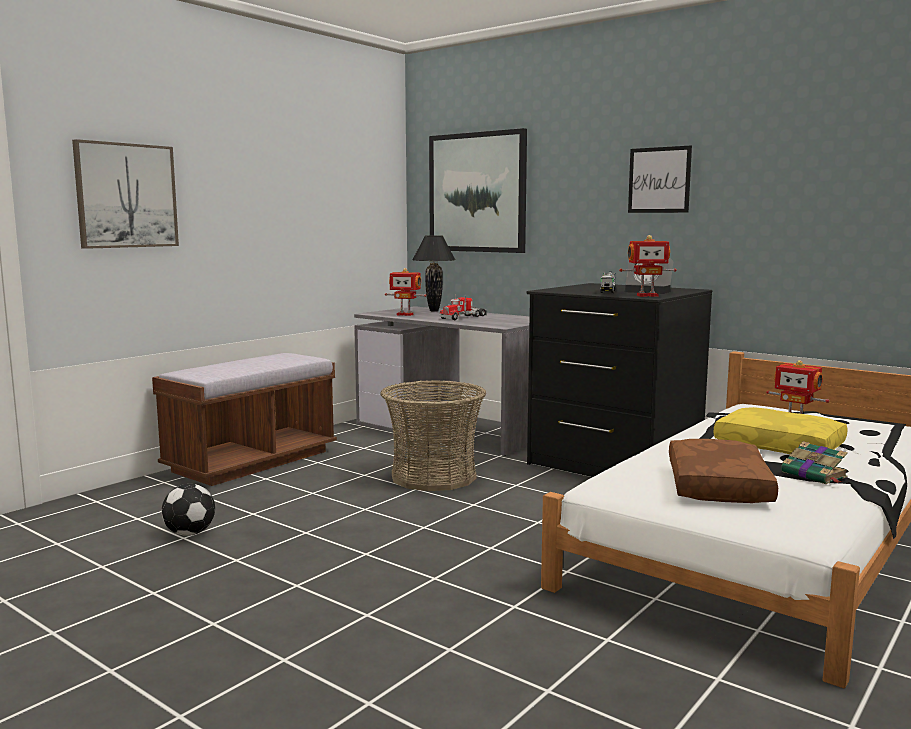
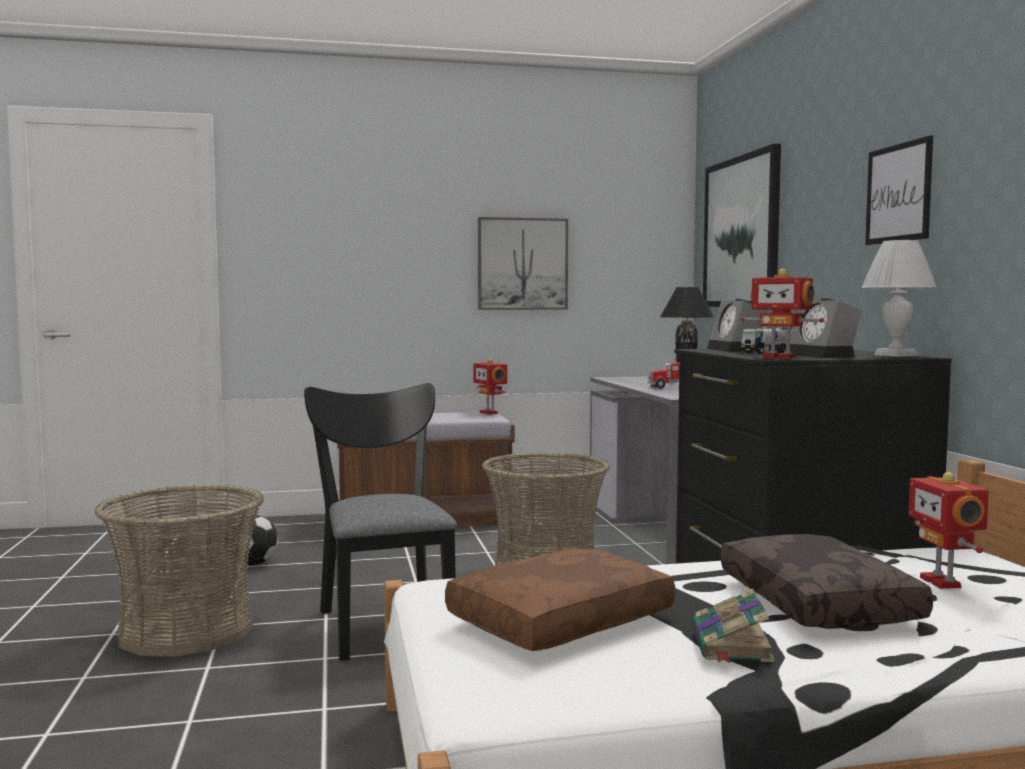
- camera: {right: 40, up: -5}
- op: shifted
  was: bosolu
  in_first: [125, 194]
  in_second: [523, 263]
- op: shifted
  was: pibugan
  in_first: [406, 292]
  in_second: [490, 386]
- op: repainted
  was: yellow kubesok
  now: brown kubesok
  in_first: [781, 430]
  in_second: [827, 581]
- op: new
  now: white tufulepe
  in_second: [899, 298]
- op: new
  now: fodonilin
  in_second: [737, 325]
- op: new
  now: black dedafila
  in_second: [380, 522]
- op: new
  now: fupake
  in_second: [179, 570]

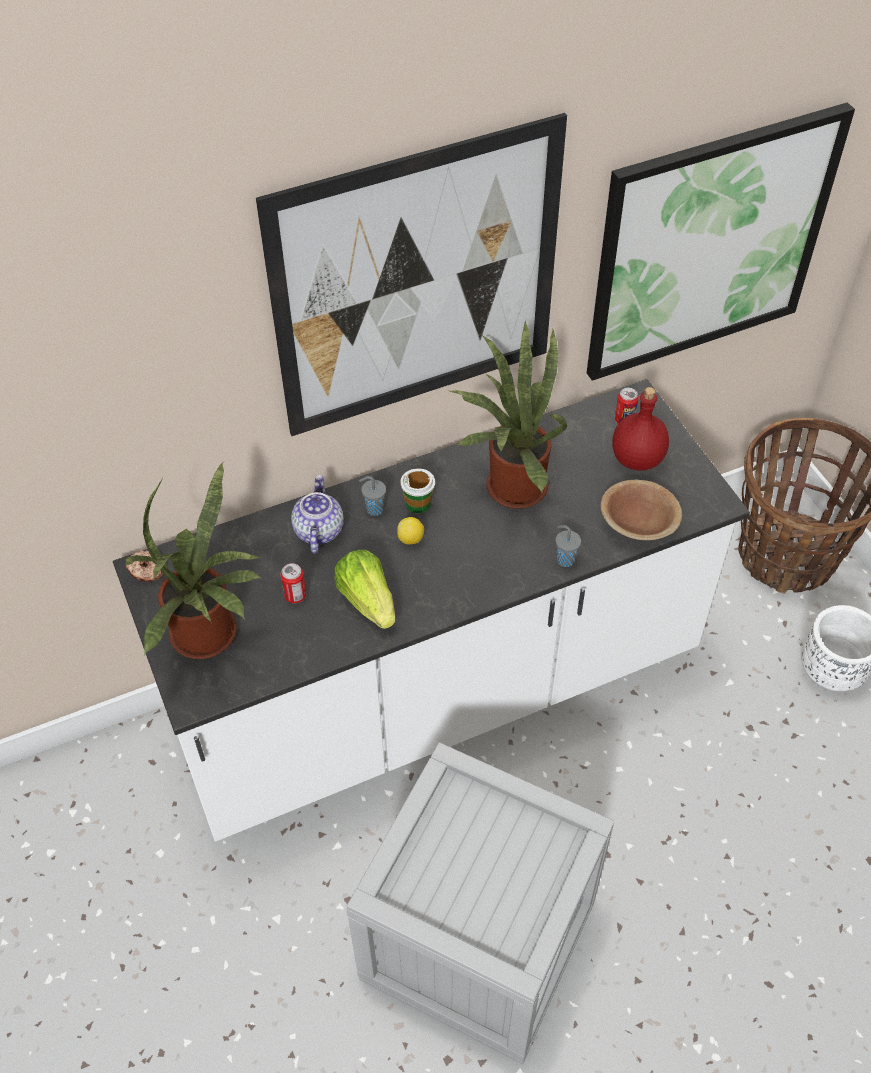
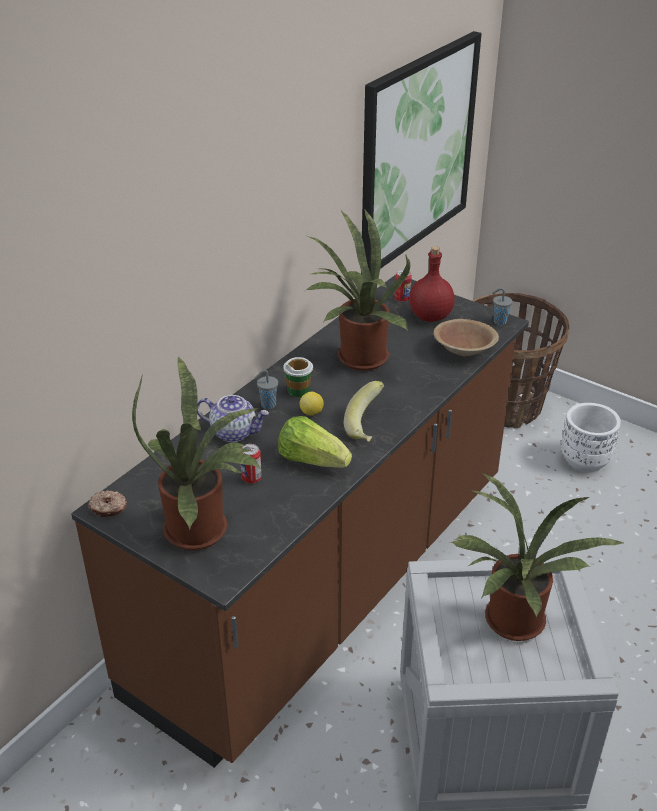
- camera: {right: -30, up: -15}
- op: gone
  was: bosolu
  in_first: [411, 274]
- op: repainted
  was: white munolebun
  now: brown munolebun
  in_first: [431, 610]
  in_second: [300, 521]
- op: rotated
  was: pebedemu
  in_first: [317, 514]
  in_second: [233, 418]
  clockwise: 135
- op: shifted
  was: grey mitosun
  in_first: [568, 546]
  in_second: [502, 306]
- op: new
  now: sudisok
  in_second: [364, 411]
- op: new
  now: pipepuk
  in_second: [537, 557]

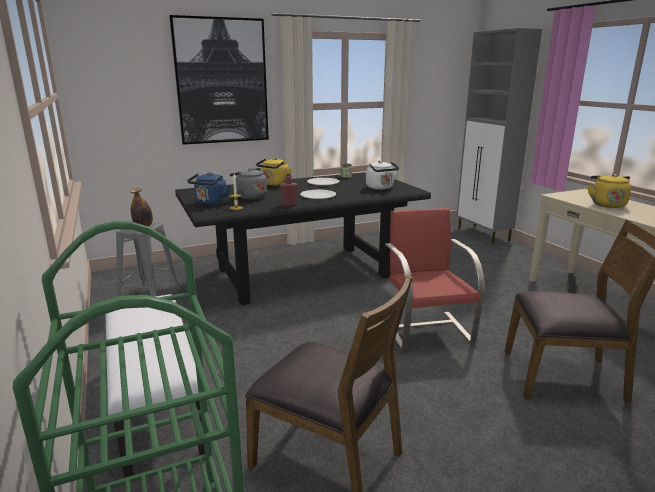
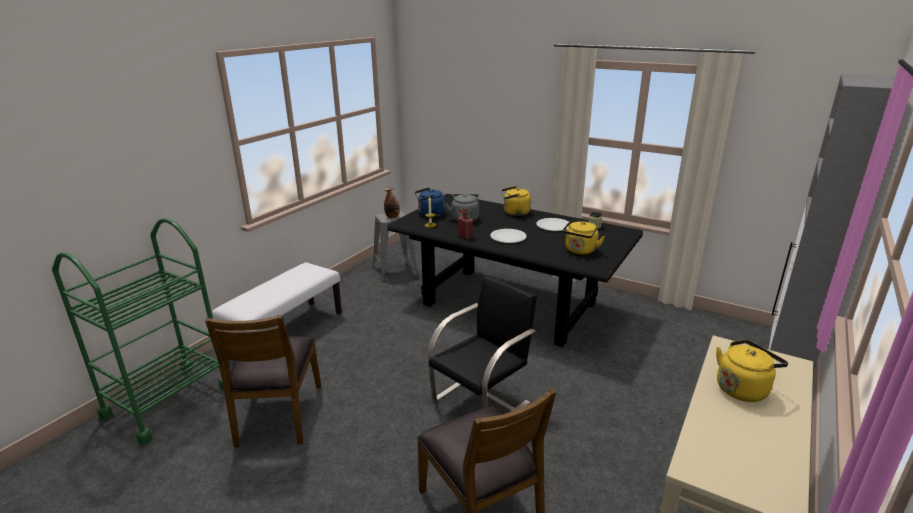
- camera: {right: 55, up: 5}
- op: gone
  was: bosolu
  in_first: [219, 80]
- op: repainted
  was: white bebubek
  now: yellow bebubek
  in_first: [382, 175]
  in_second: [584, 238]
- op: repainted
  was: red dedafila
  now: black dedafila
  in_first: [435, 279]
  in_second: [482, 343]

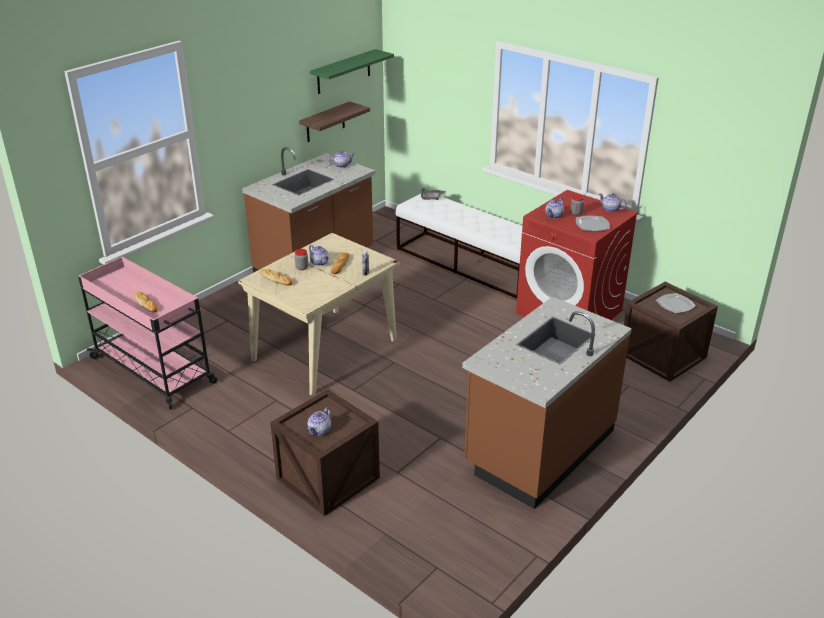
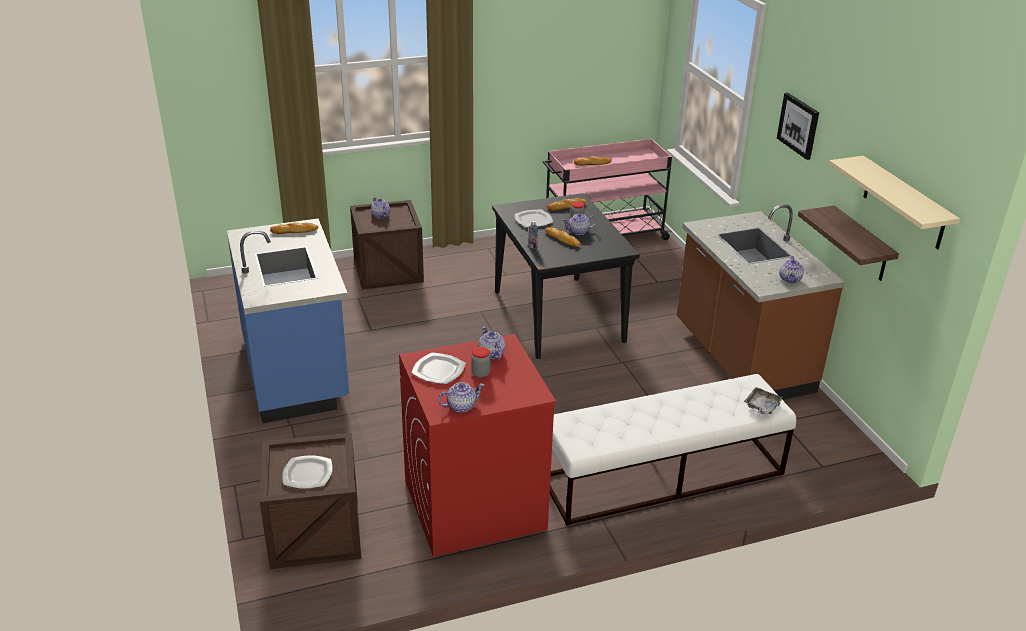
- camera: {right: 120, up: 0}
- op: repainted
  was: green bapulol
  now: beige bapulol
  in_first: [352, 71]
  in_second: [894, 203]
- op: repainted
  was: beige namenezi
  now: black namenezi
  in_first: [319, 314]
  in_second: [566, 276]
- op: repainted
  was: brown munolebun
  now: blue munolebun
  in_first: [547, 403]
  in_second: [288, 321]
- op: new
  now: bosolu
  in_second: [798, 126]
- op: new
  now: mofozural
  in_second: [533, 218]
- op: new
  now: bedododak
  in_second: [294, 228]

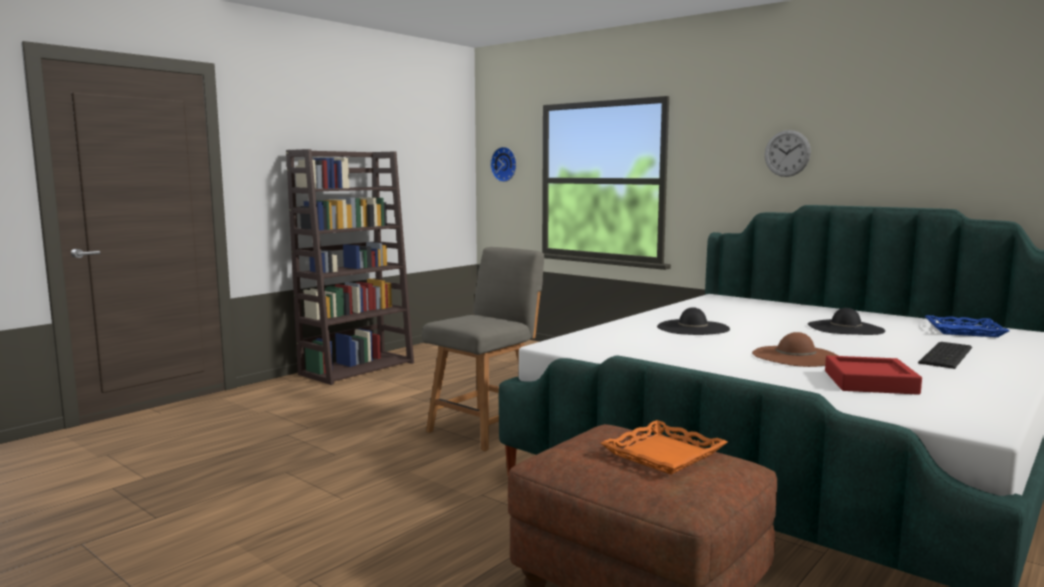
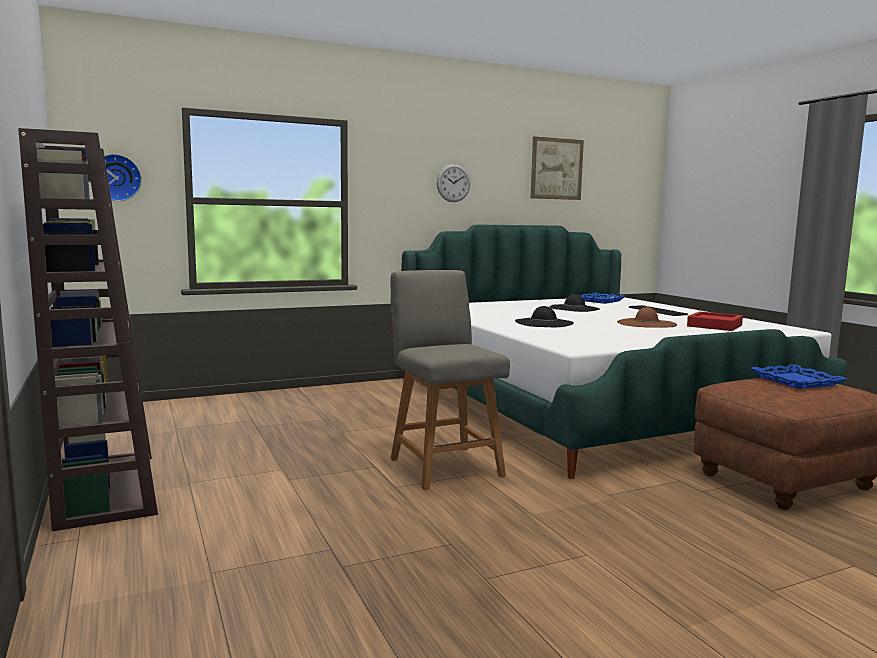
- camera: {right: -65, up: 0}
- op: repainted
  was: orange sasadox
  now: blue sasadox
  in_first: [664, 447]
  in_second: [798, 376]
- op: new
  now: bosolu
  in_second: [557, 168]

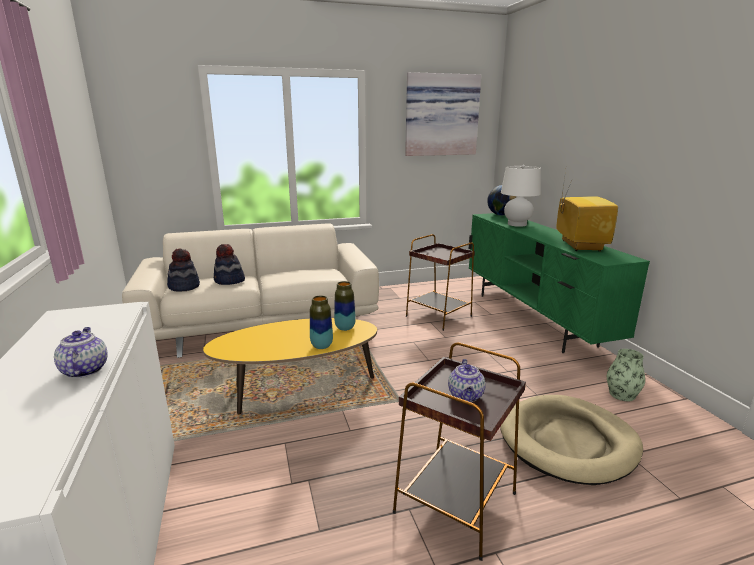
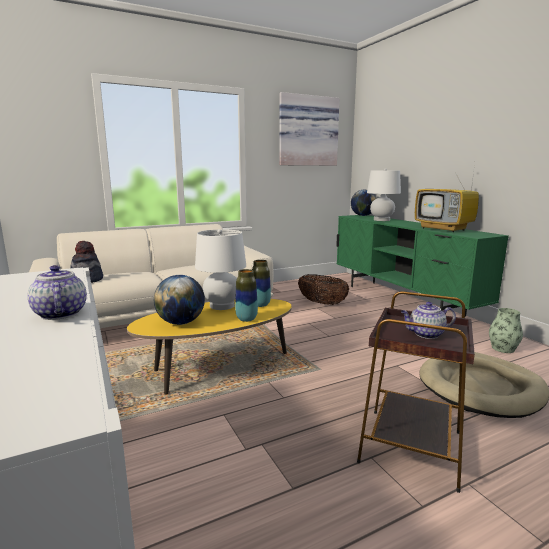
- camera: {right: -10, up: -5}
- op: rotated
  was: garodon
  in_first: [587, 211]
  in_second: [447, 198]
  clockwise: 150
- op: swapped
  was: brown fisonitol
  now: fupake
  in_first: [440, 282]
  in_second: [323, 289]
- op: gone
  was: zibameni
  in_first: [229, 264]
- op: rotated
  was: pebedemu
  in_first: [466, 380]
  in_second: [428, 320]
  clockwise: 90
- op: new
  now: white tufulepe
  in_second: [220, 269]
- op: new
  now: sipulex
  in_second: [179, 300]

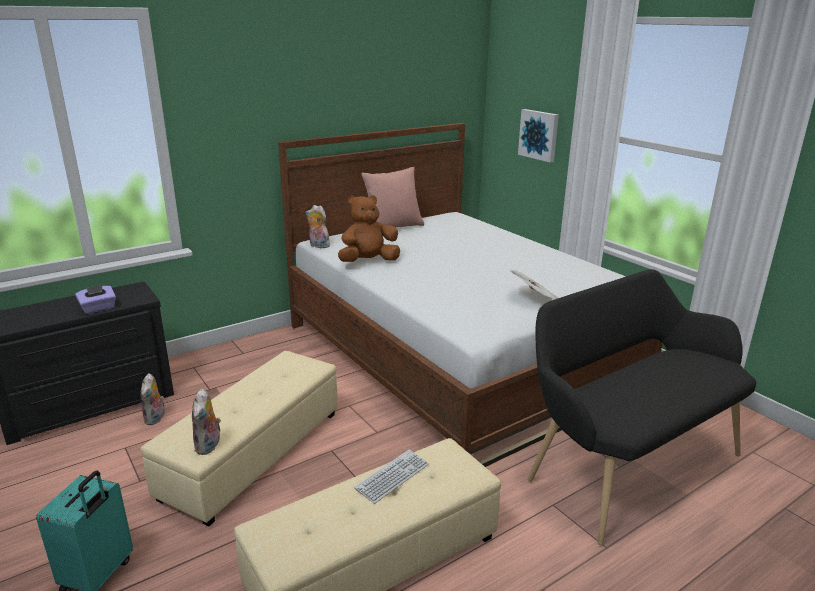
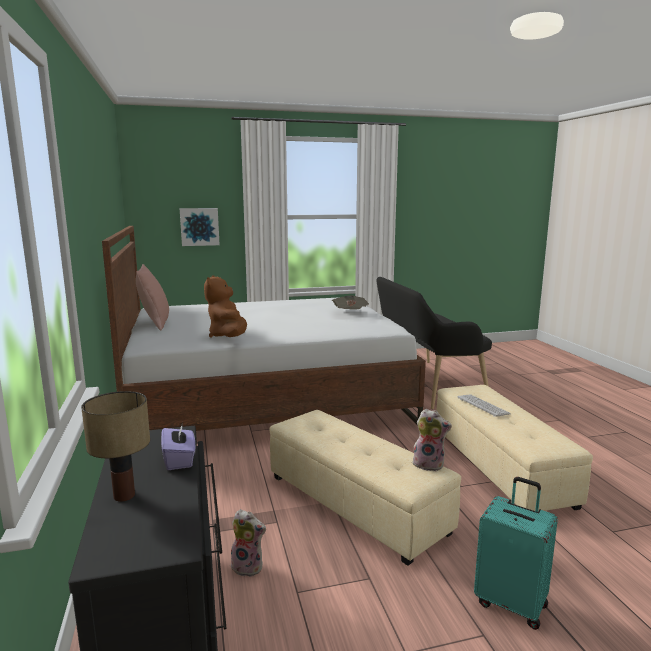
- camera: {right: -70, up: -10}
- op: gone
  was: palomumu
  in_first: [319, 226]
- op: new
  now: tufulepe
  in_second: [115, 446]

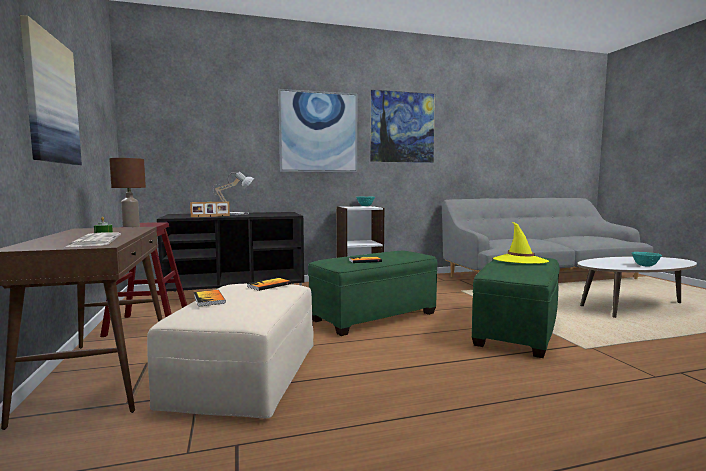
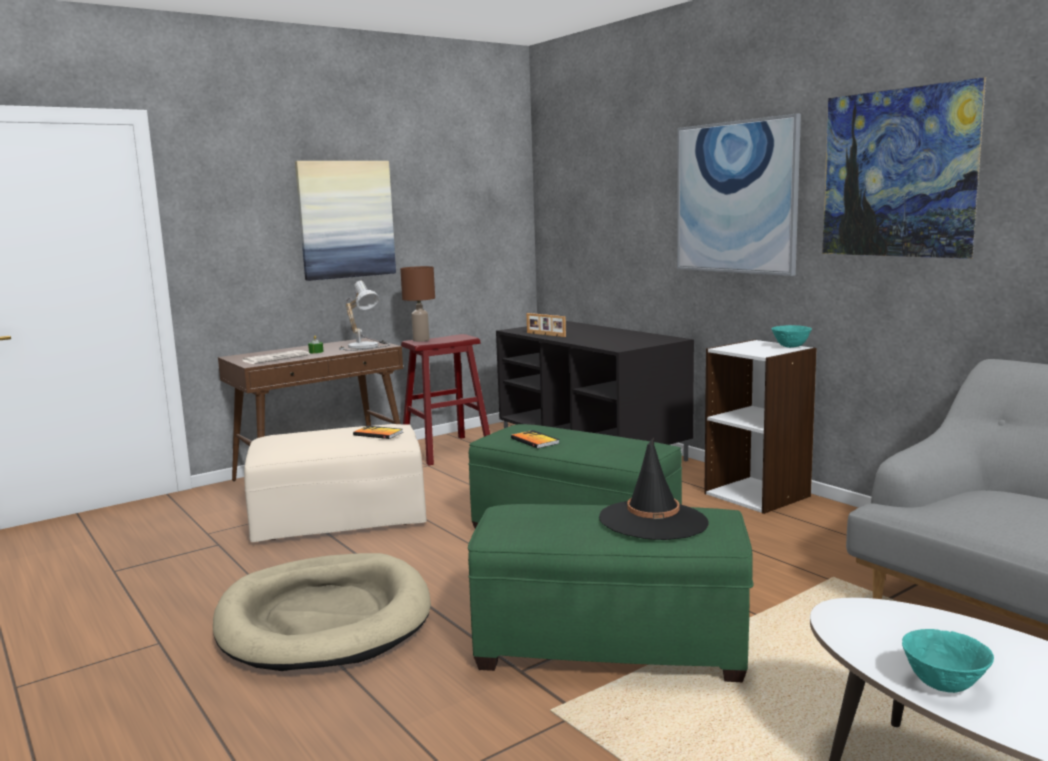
- camera: {right: 70, up: 5}
- op: shifted
  was: tufulepe
  in_first: [233, 193]
  in_second: [365, 316]
- op: repainted
  was: yellow zibameni
  now: black zibameni
  in_first: [521, 243]
  in_second: [654, 488]
- op: gone
  was: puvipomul
  in_first: [210, 298]
- op: new
  now: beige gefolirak
  in_second: [322, 612]

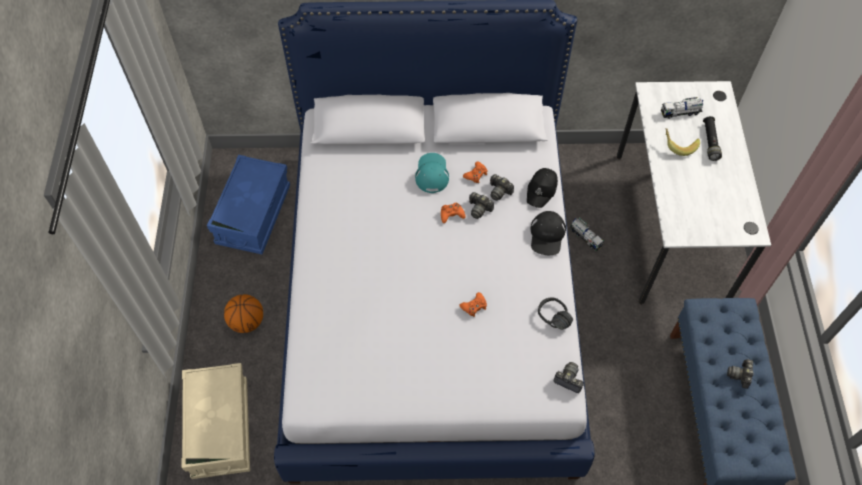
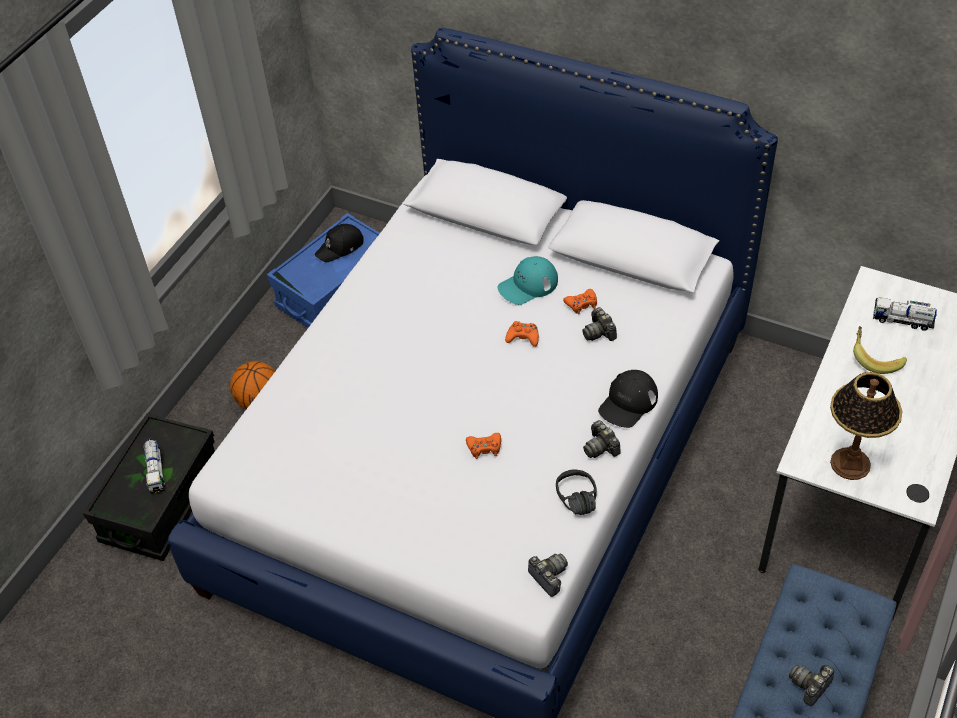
- camera: {right: 30, up: -10}
- op: gone
  was: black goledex
  in_first: [712, 138]
- op: rotated
  was: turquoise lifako
  in_first: [432, 173]
  in_second: [527, 280]
  clockwise: -150
- op: shifted
  was: black lifako
  in_first: [542, 188]
  in_second: [339, 243]
- op: shifted
  was: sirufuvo
  in_first: [481, 205]
  in_second: [602, 439]
- op: shifted
  was: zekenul
  in_first: [586, 234]
  in_second: [154, 466]
- op: repainted
  was: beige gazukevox
  now: black gazukevox
  in_first: [216, 421]
  in_second: [149, 487]
- op: new
  now: tufulepe
  in_second: [866, 426]

